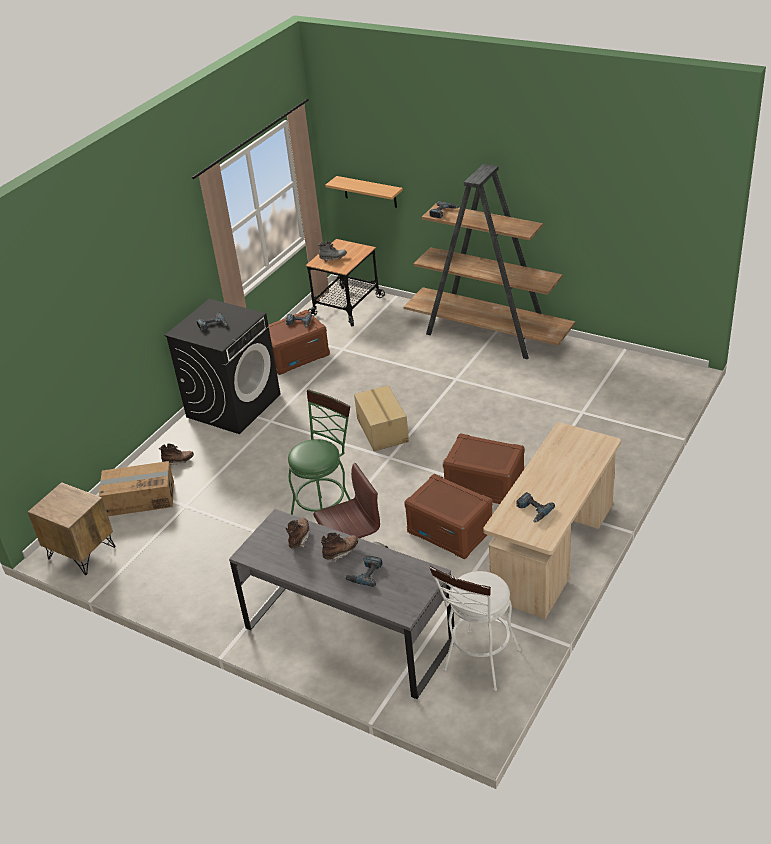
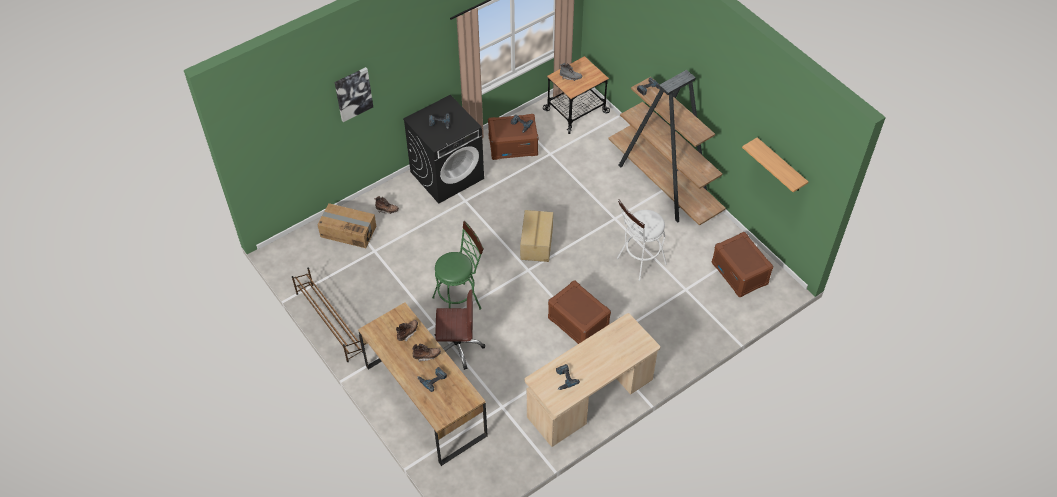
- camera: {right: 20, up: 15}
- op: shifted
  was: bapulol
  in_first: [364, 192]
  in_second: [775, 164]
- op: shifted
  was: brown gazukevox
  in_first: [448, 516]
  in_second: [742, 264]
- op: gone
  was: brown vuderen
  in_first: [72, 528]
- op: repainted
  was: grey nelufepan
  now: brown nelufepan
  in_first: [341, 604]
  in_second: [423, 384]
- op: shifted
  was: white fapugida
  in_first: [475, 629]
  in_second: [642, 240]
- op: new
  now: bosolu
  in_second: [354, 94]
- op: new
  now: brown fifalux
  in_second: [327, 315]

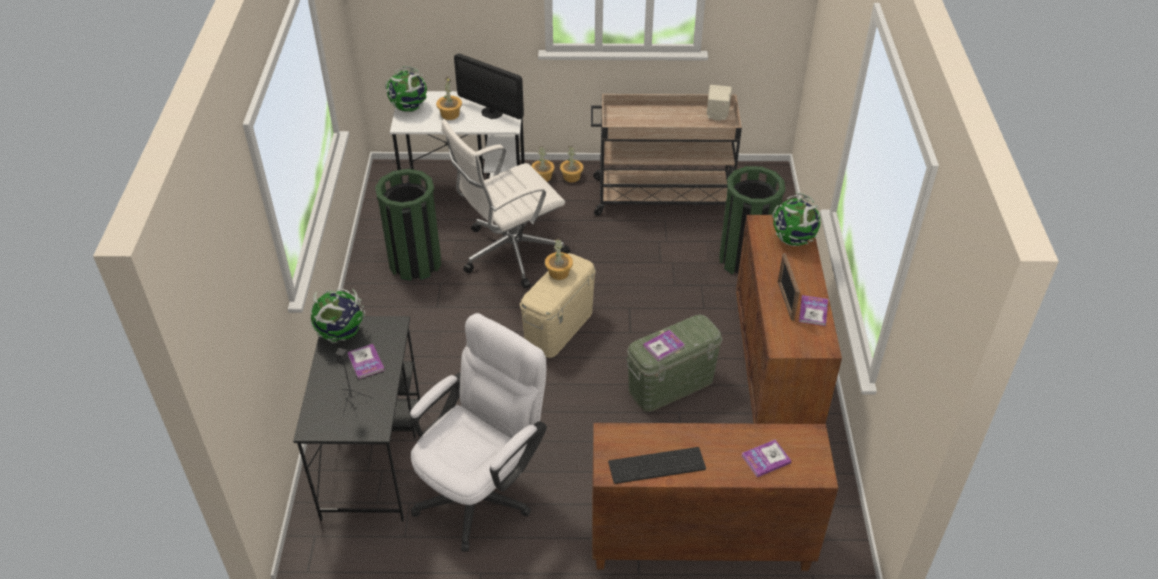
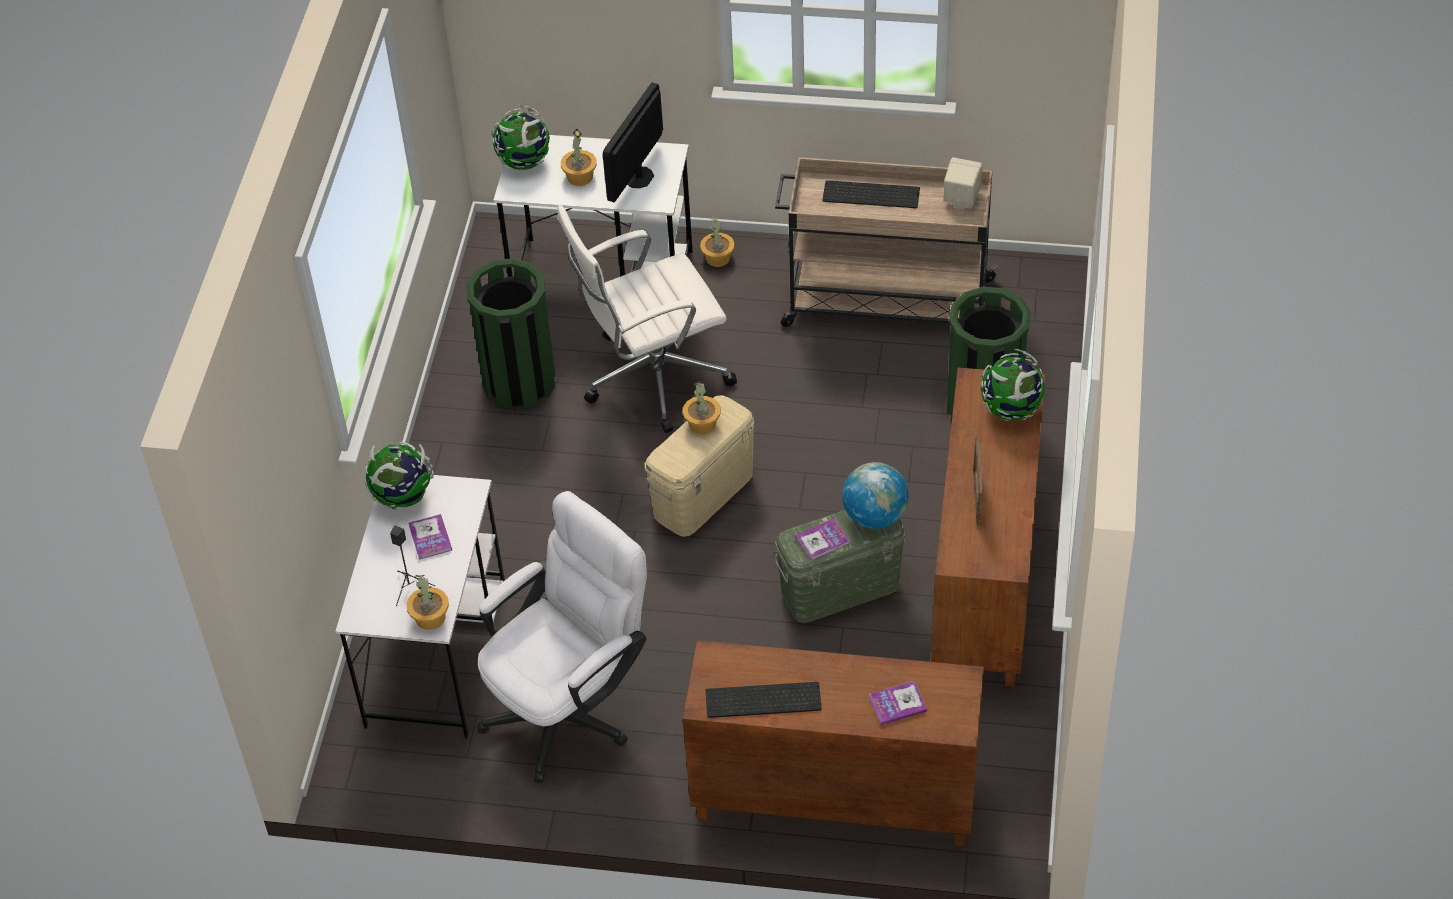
- camera: {right: 10, up: 5}
- op: rotated
  was: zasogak
  in_first: [489, 86]
  in_second: [633, 142]
  clockwise: 75
- op: shifted
  was: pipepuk
  in_first: [572, 164]
  in_second: [427, 602]
- op: gone
  was: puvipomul
  in_first: [813, 310]
- op: repainted
  was: black nelufepan
  now: white nelufepan
  in_first: [356, 419]
  in_second: [420, 607]
- op: new
  now: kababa
  in_second: [871, 194]
- op: new
  now: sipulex
  in_second: [875, 495]

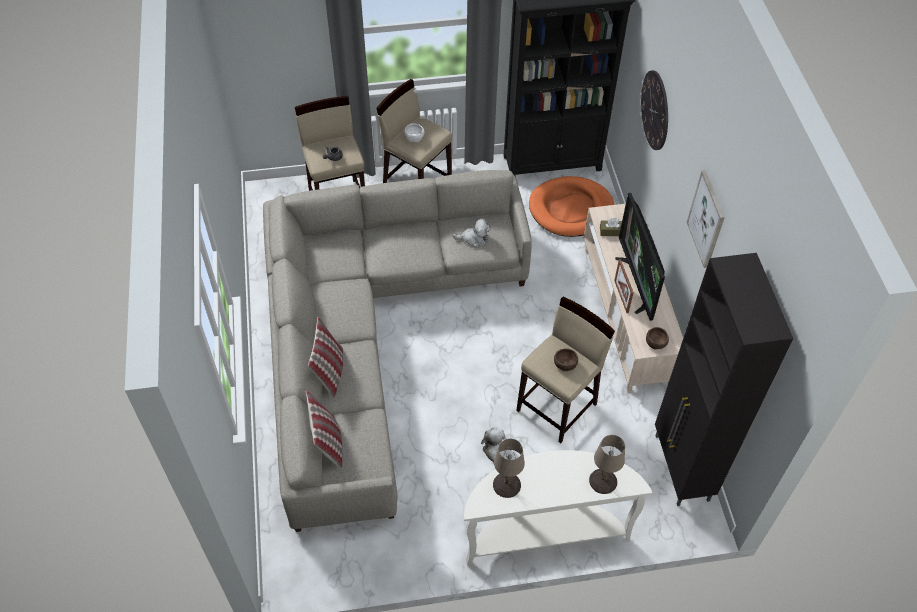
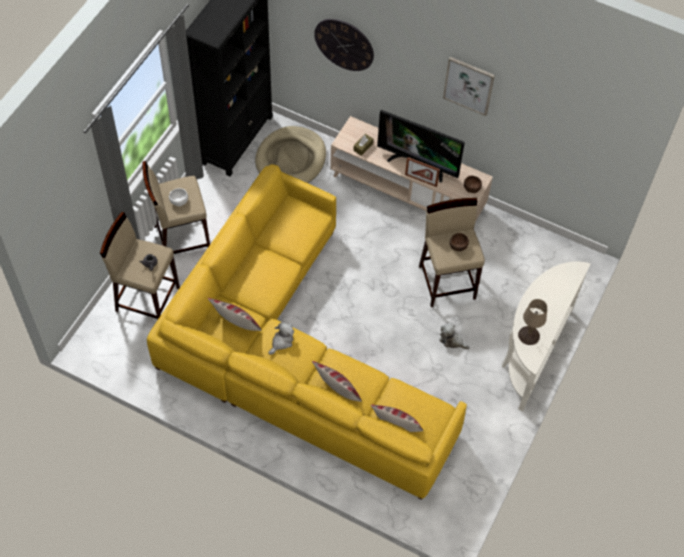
- camera: {right: -55, up: 5}
- op: repainted
  was: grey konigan
  now: yellow konigan
  in_first: [397, 351]
  in_second: [307, 332]
- op: repainted
  was: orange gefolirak
  now: beige gefolirak
  in_first: [571, 206]
  in_second: [290, 154]
- op: shifted
  was: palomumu
  in_first: [471, 233]
  in_second: [281, 338]
- op: gone
  was: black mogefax
  in_first: [724, 379]
- op: gone
  was: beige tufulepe
  in_first: [607, 464]
- op: new
  now: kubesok
  in_second: [235, 314]

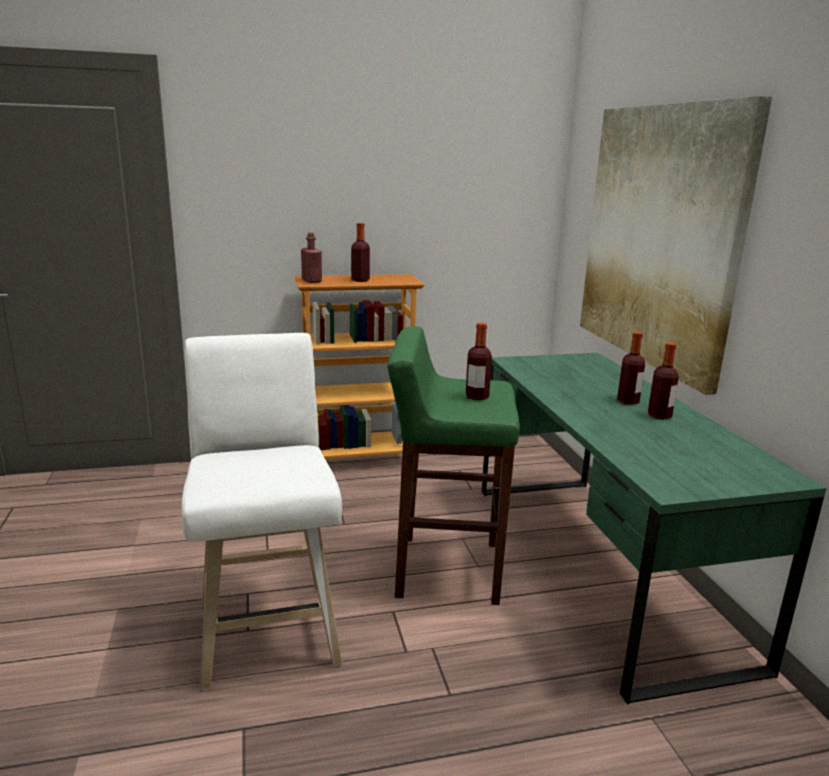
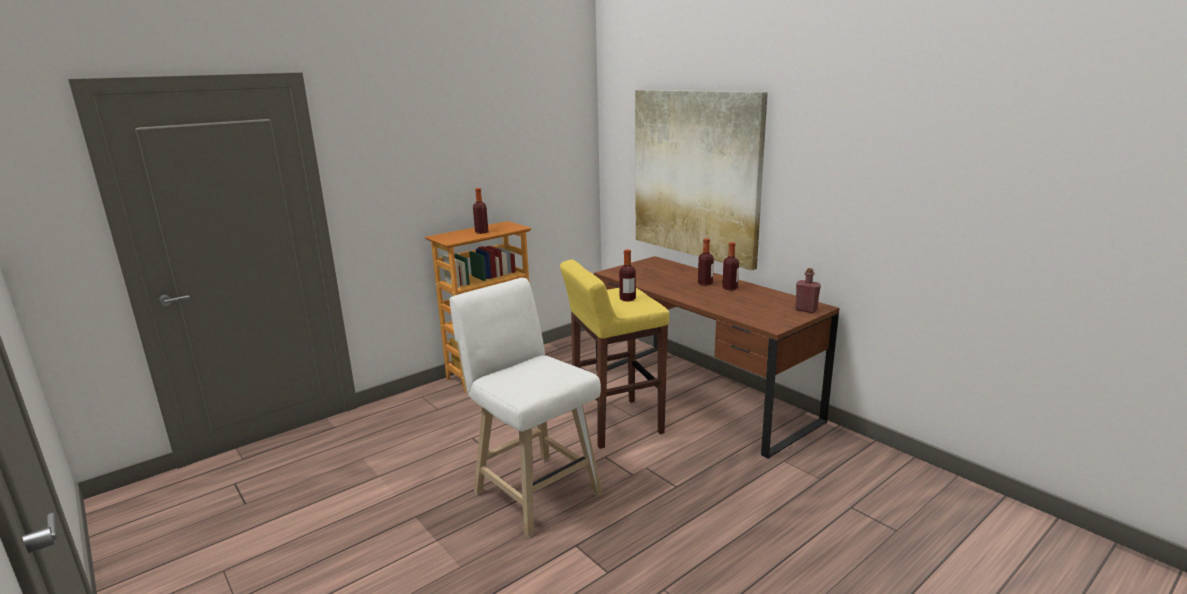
- camera: {right: -25, up: 0}
- op: shifted
  was: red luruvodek
  in_first: [311, 257]
  in_second: [808, 290]
- op: repainted
  was: green fapugida
  now: yellow fapugida
  in_first: [454, 465]
  in_second: [614, 354]
- op: repainted
  was: green nelufepan
  now: brown nelufepan
  in_first: [654, 529]
  in_second: [716, 357]

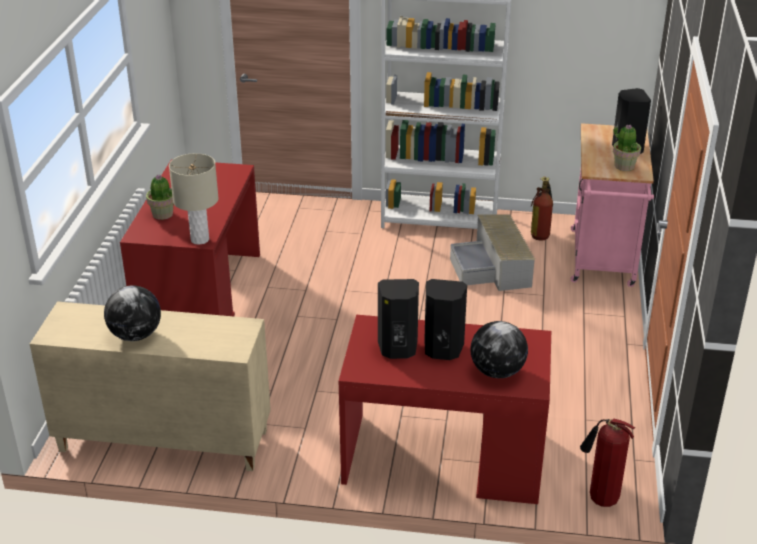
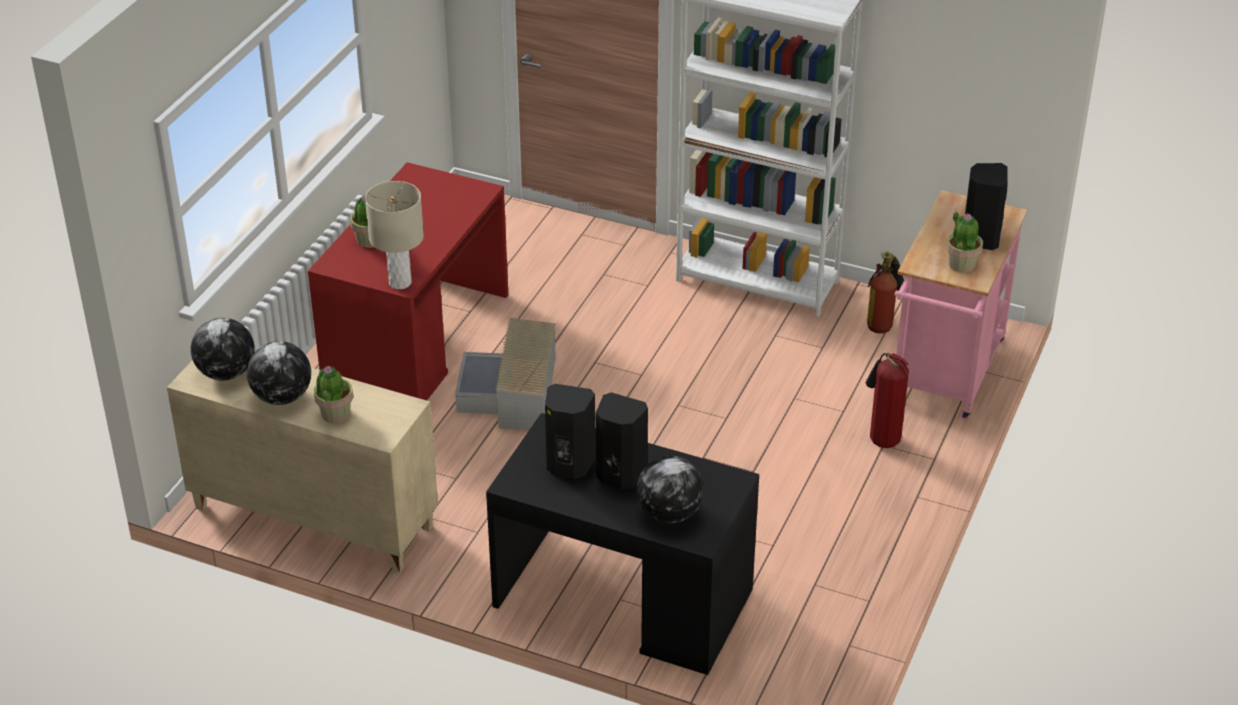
- camera: {right: 15, up: 5}
- op: shifted
  was: grey gazukevox
  in_first: [492, 252]
  in_second: [505, 373]
- op: repainted
  was: red nelufepan
  now: black nelufepan
  in_first: [444, 409]
  in_second: [622, 544]
- op: shifted
  was: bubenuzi
  in_first: [607, 463]
  in_second: [887, 400]
- op: new
  now: sipulex
  in_second: [223, 349]
- op: new
  now: pipepuk
  in_second: [333, 394]

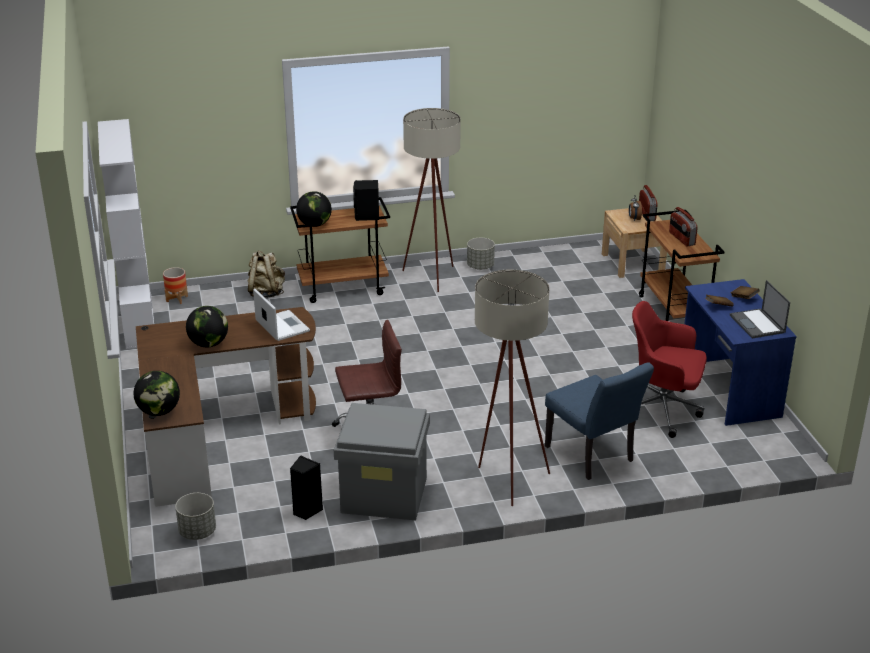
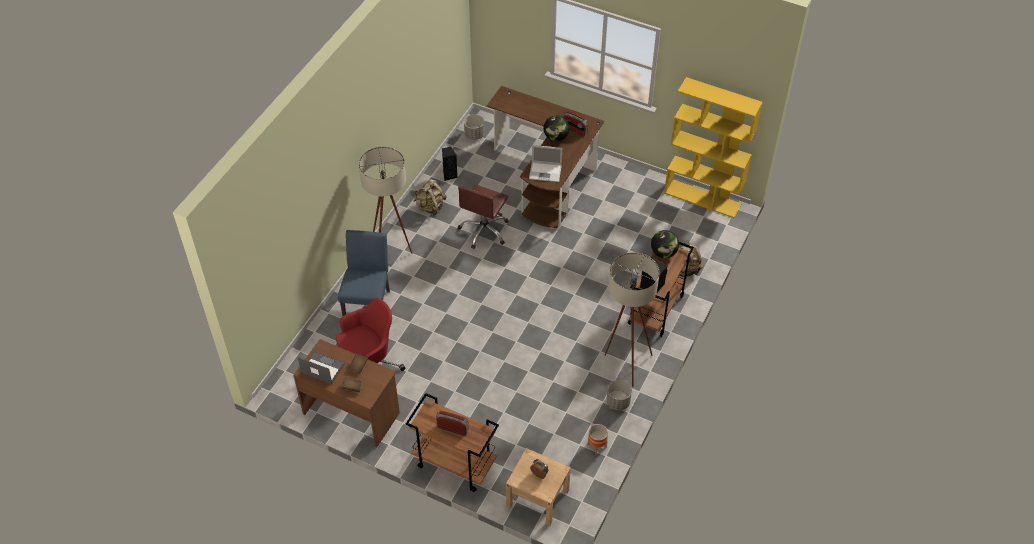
- camera: {right: 130, up: 20}
- op: repainted
  was: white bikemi
  now: yellow bikemi
  in_first: [126, 234]
  in_second: [713, 147]
- op: shifted
  was: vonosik
  in_first: [648, 203]
  in_second: [575, 123]
- op: shifted
  was: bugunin
  in_first: [175, 285]
  in_second: [598, 439]
- op: repainted
  was: blue nelufepan
  now: brown nelufepan
  in_first: [740, 352]
  in_second: [346, 393]
- op: rotated
  was: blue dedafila
  in_first: [599, 421]
  in_second: [364, 273]
  clockwise: 90
- op: gone
  was: sipulex
  in_first: [157, 393]
- op: swapped
  was: grey gazukevox
  now: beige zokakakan
  in_first: [382, 461]
  in_second: [430, 197]

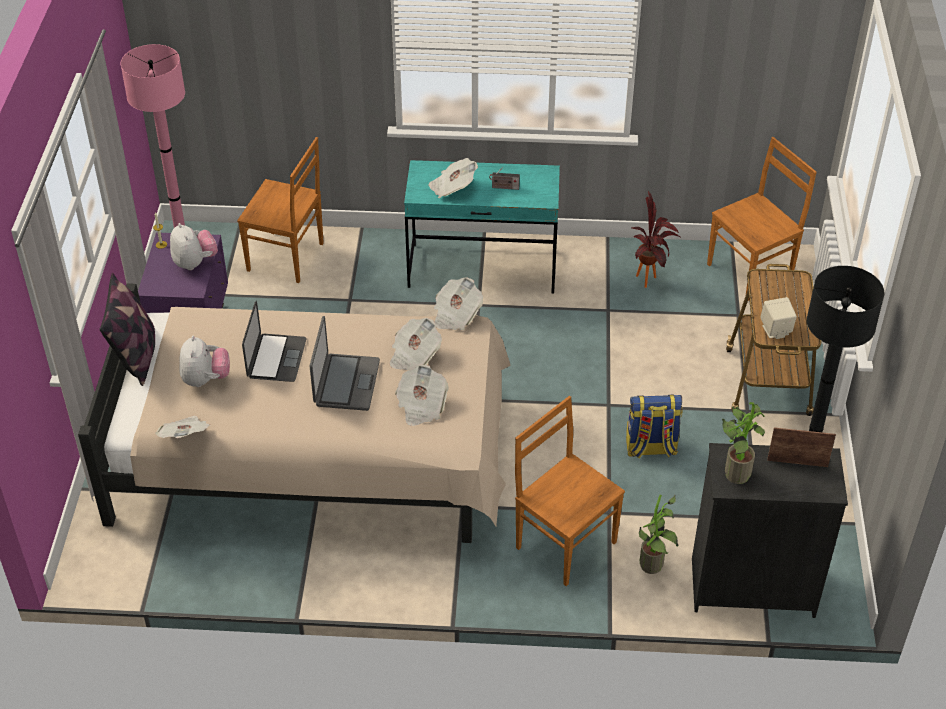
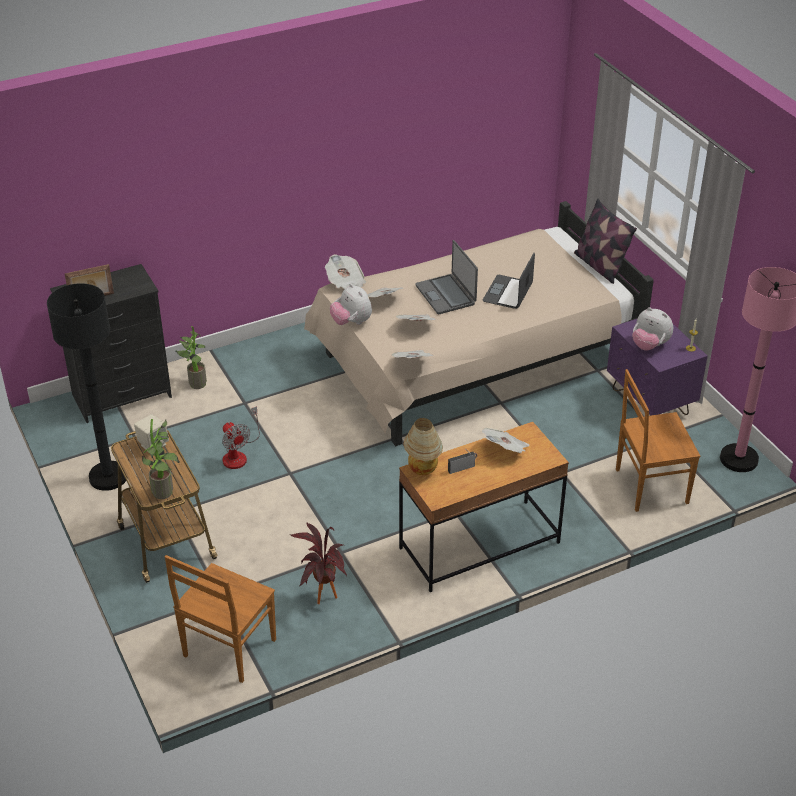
- camera: {right: 150, up: -5}
- op: repainted
  was: turquoise nelufepan
  now: brown nelufepan
  in_first: [482, 227]
  in_second: [484, 507]
- op: rotated
  was: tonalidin
  in_first: [274, 341]
  in_second: [509, 281]
  clockwise: 45
- op: shifted
  was: palomumu
  in_first: [204, 361]
  in_second: [351, 304]
- op: swapped
  was: zokakakan
  now: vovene
  in_first: [654, 426]
  in_second: [241, 437]
- op: gone
  was: brown dedafila
  in_first: [570, 491]
- op: shifted
  was: pipepuk
  in_first: [743, 443]
  in_second: [161, 459]
- op: shifted
  was: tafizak
  in_first: [182, 427]
  in_second: [345, 271]
- op: new
  now: tufulepe
  in_second: [423, 446]

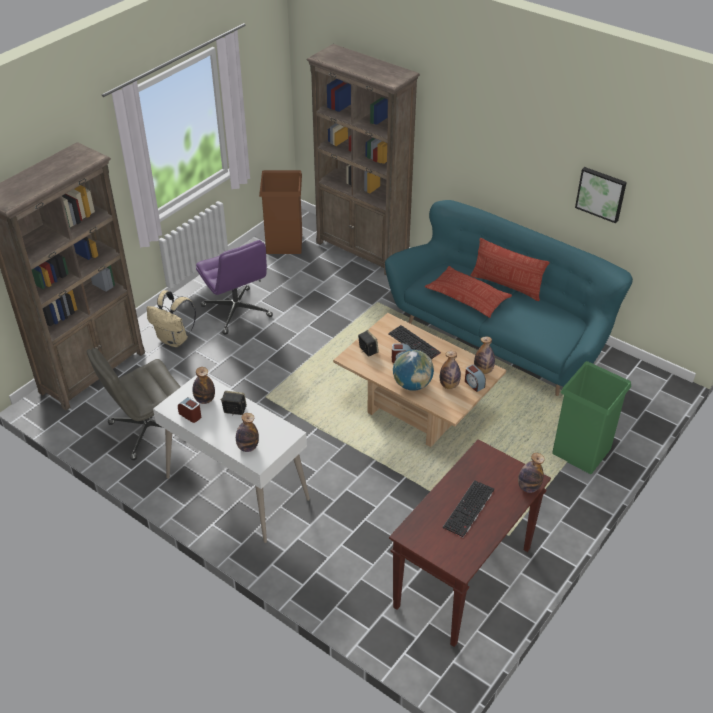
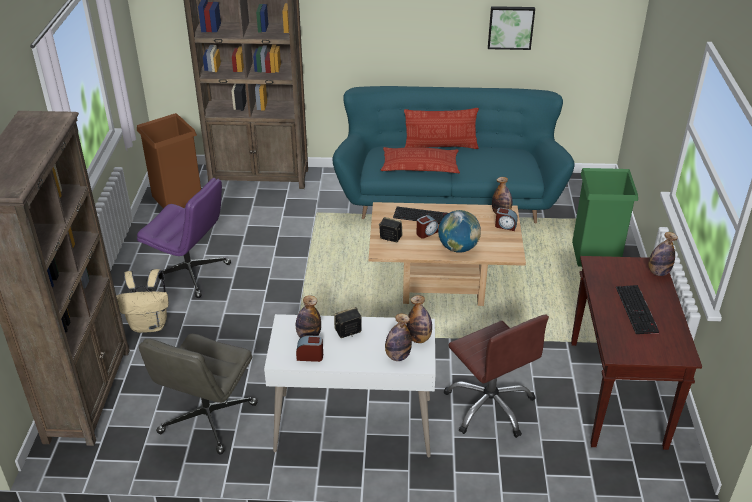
- camera: {right: -35, up: -5}
- op: shifted
  was: luruvodek
  in_first: [450, 370]
  in_second: [419, 319]
- op: new
  now: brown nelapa
  in_second: [496, 376]

